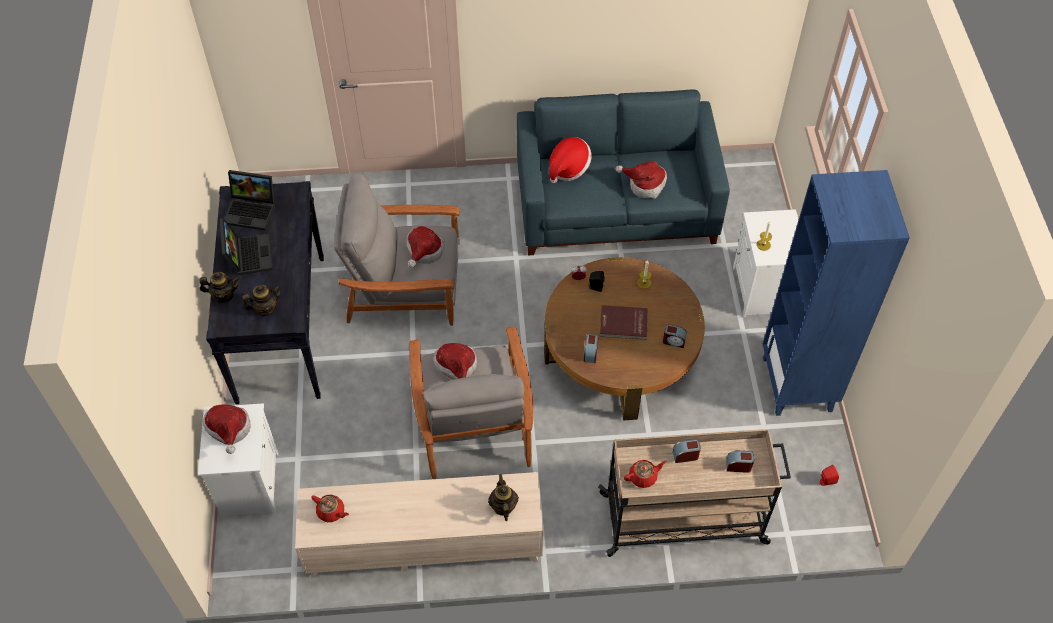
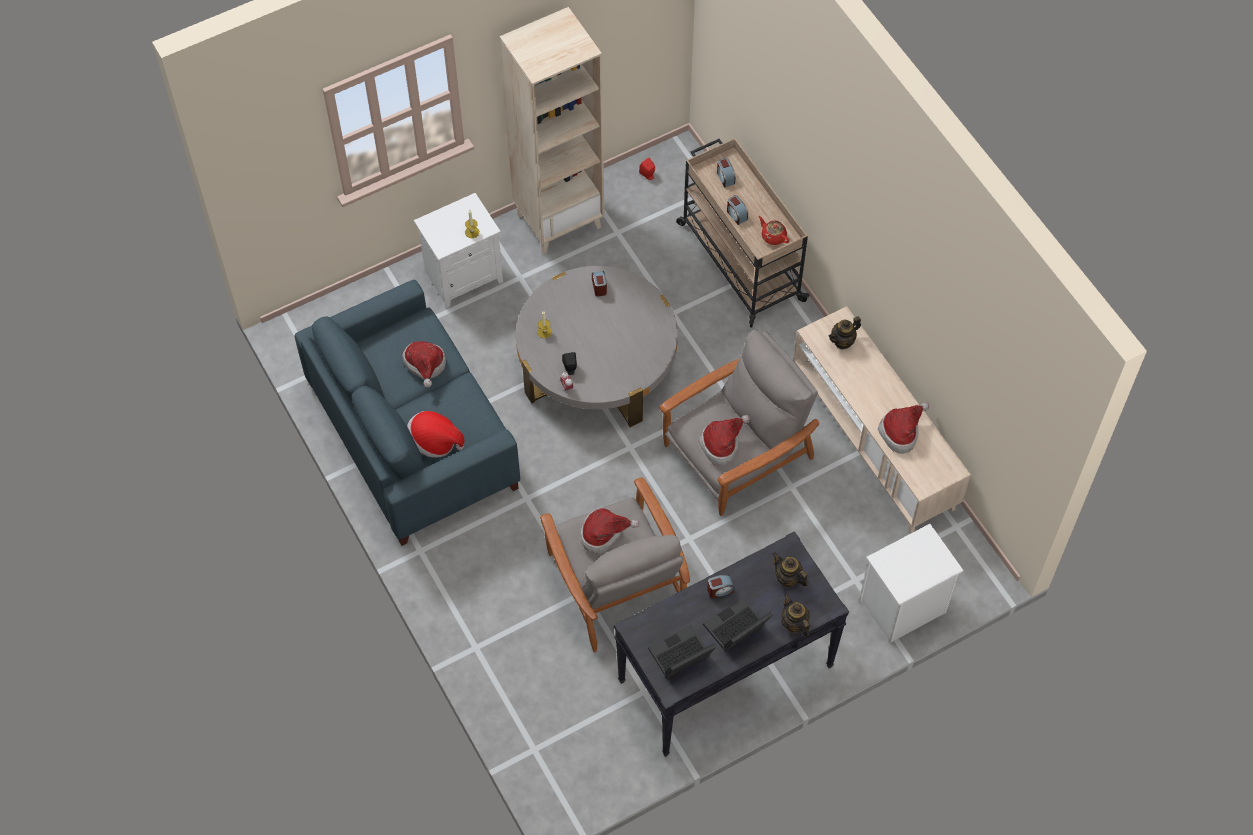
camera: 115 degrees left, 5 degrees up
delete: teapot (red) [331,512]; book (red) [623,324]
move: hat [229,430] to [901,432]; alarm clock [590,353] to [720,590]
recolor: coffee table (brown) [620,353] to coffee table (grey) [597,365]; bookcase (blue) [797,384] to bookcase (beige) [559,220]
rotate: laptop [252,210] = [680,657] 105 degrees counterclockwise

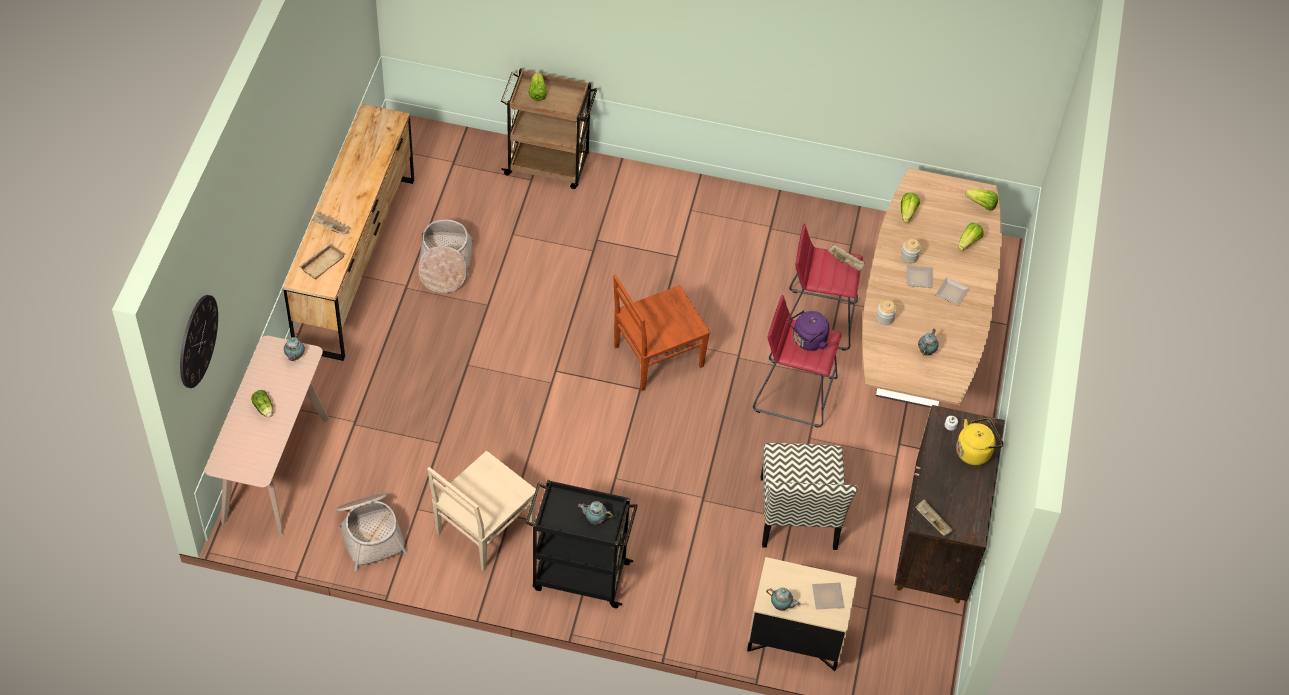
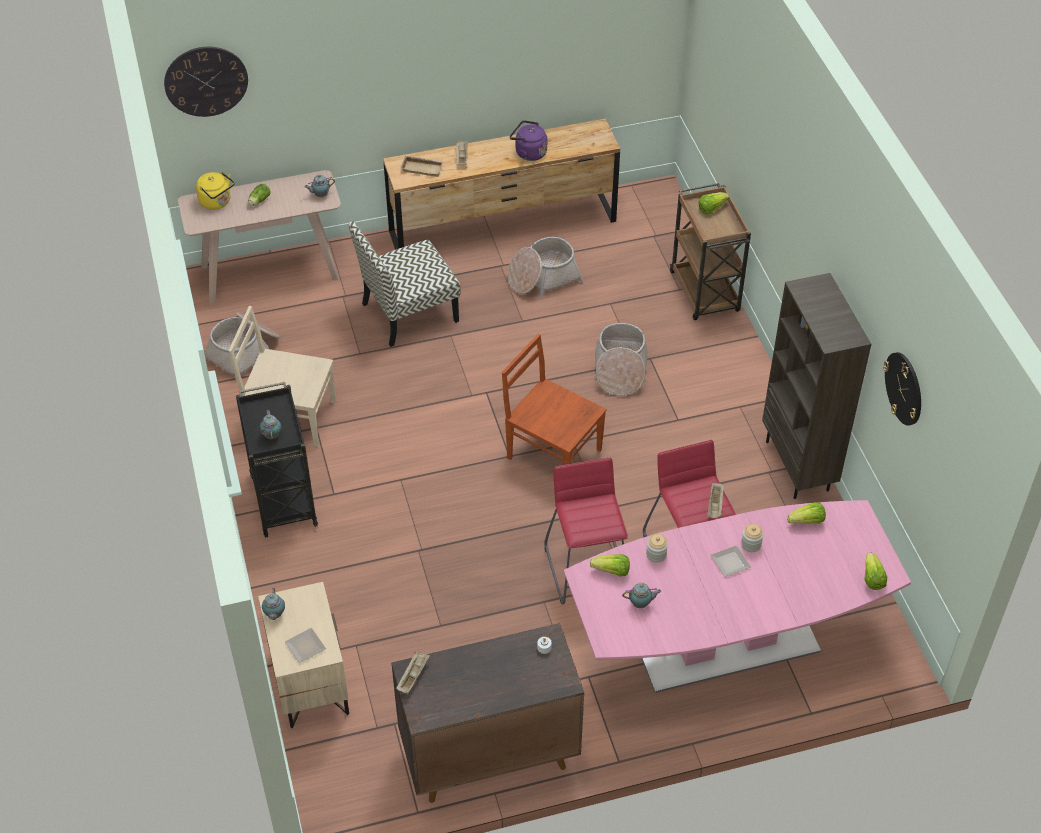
camera: 65 degrees right, 5 degrees down
delete: plate [953,292]
insert: basket [620,369]; bookcase (brown) [798,466]; wall clock [904,388]
move: chair [799,514] to [408,313]; kettle (purple) [807,341] to [528,153]; kettle (yellow) [975,451] to [217,202]; lettuce [968,242] to [612,571]
recolor: dining table (brown) [917,342] to dining table (pink) [725,643]

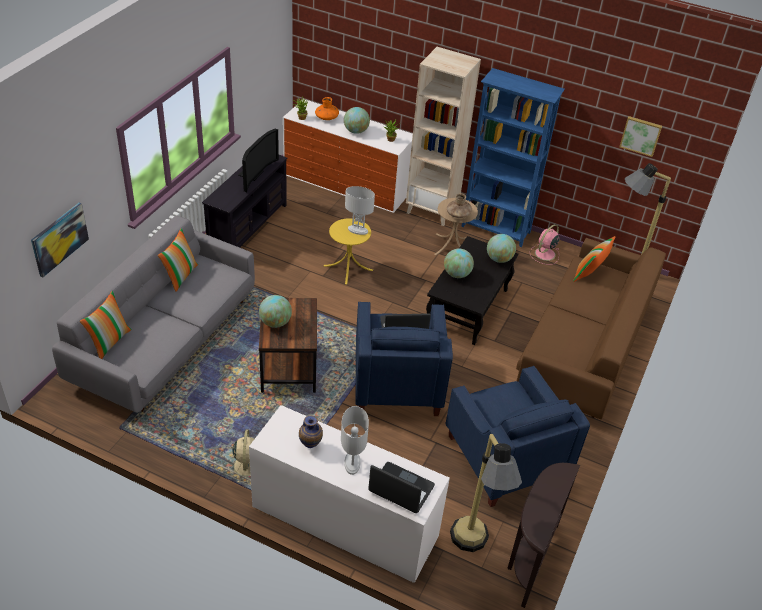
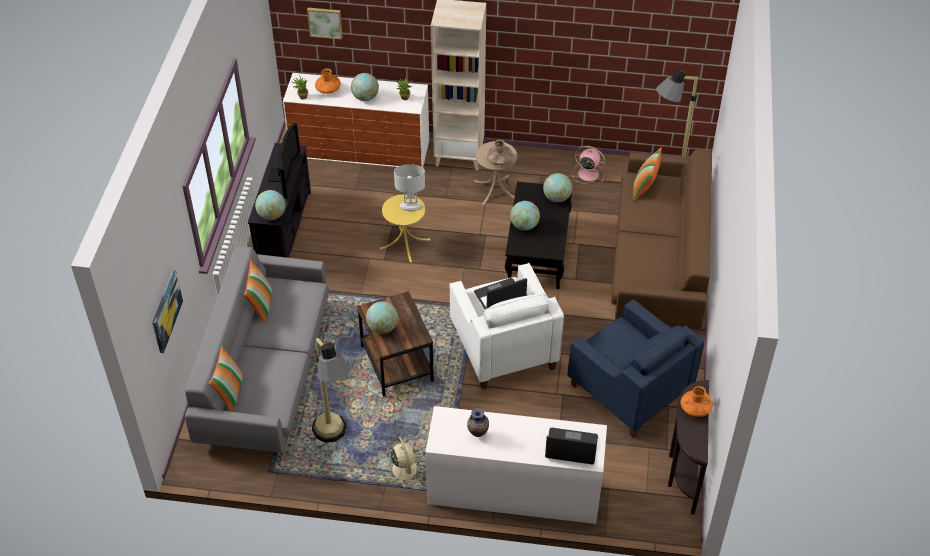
camera: 15 degrees left, 5 degrees up
delete: table lamp (white) [352,462]; bookcase (blue) [496,230]
insert: globe [272,215]; vase (orange) [695,408]
move: floor lamp [472,551] to [335,440]; picture [641,135] to [325,22]
recolor: armchair (blue) [396,382] to armchair (white) [503,348]
rotate: fan (pink) [544,254] = [587,173] 90 degrees clockwise

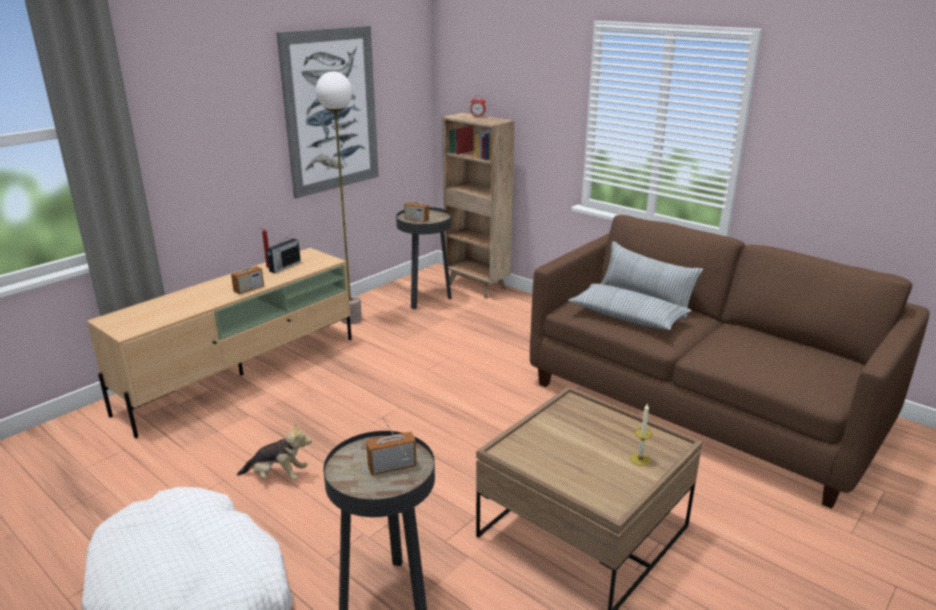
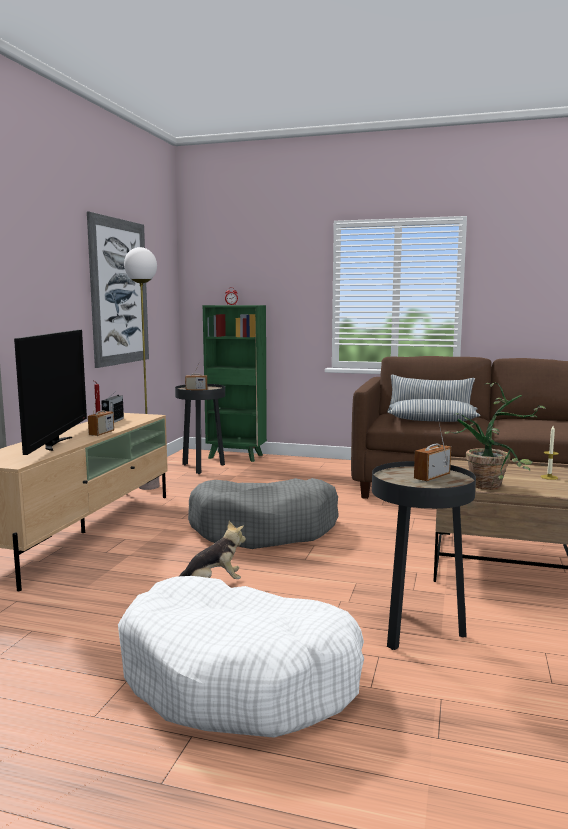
camera: 25 degrees left, 15 degrees down
insert: television [56,443]; dog bed (grey) [264,529]; potted plant [494,486]
recolor: bookcase (brown) [477,287] to bookcase (green) [236,457]

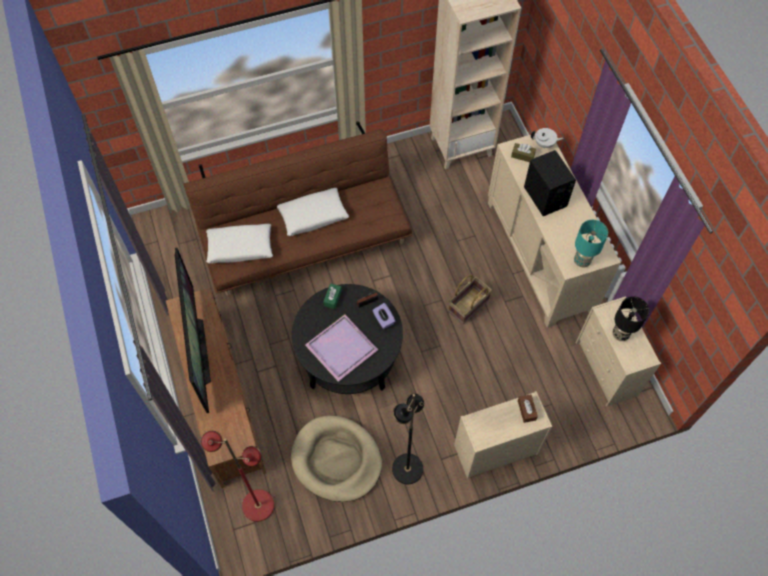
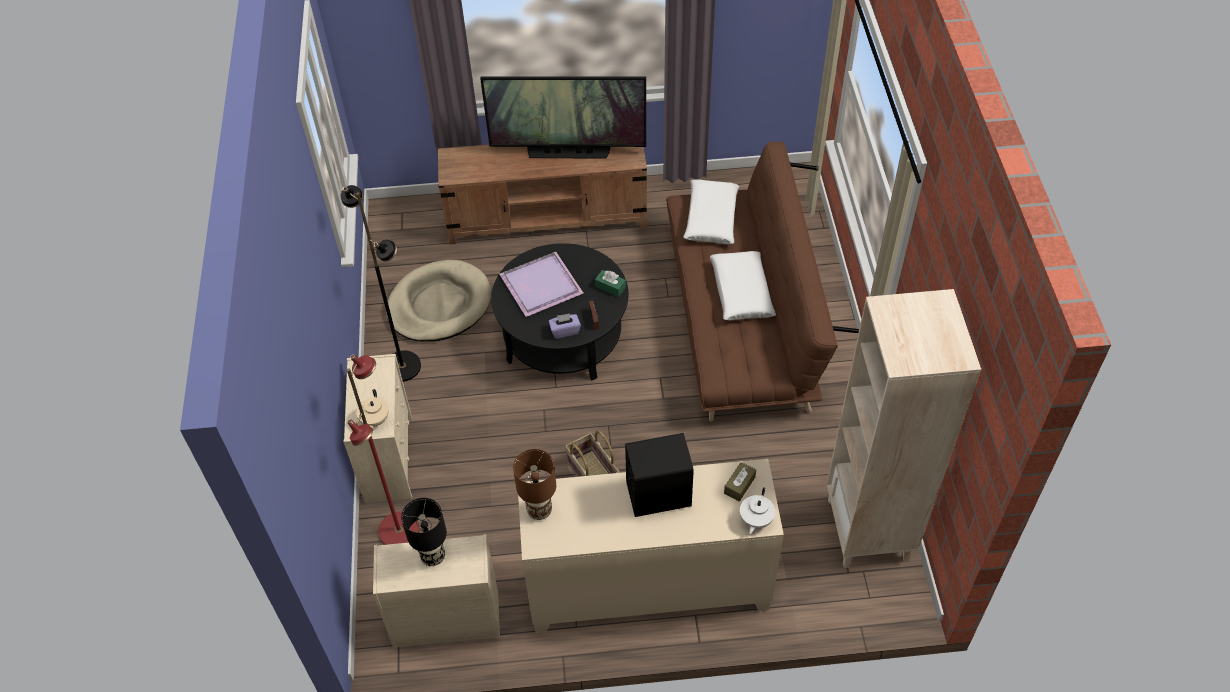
camera: 105 degrees right, 10 degrees down
move: floor lamp (red) [258,505] to [400,530]
replace: tissue box (brown) [526,410] to teapot (beige) [374,420]
recolor: table lamp (turquoise) [581,260] to table lamp (brown) [540,510]

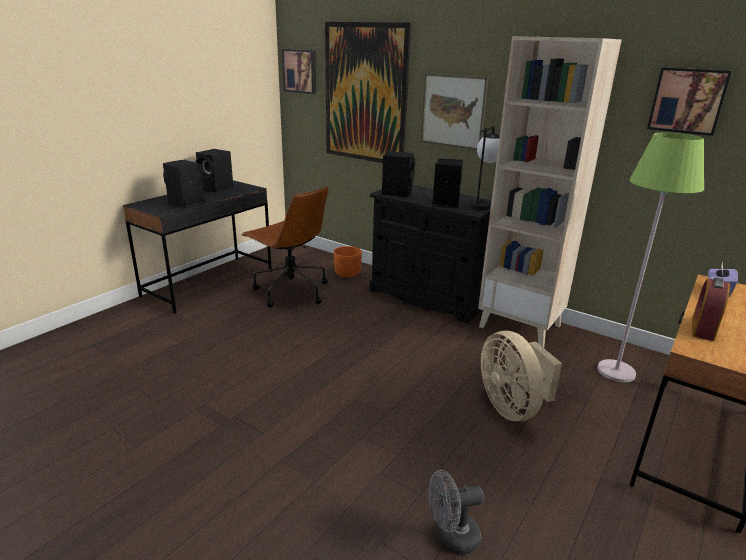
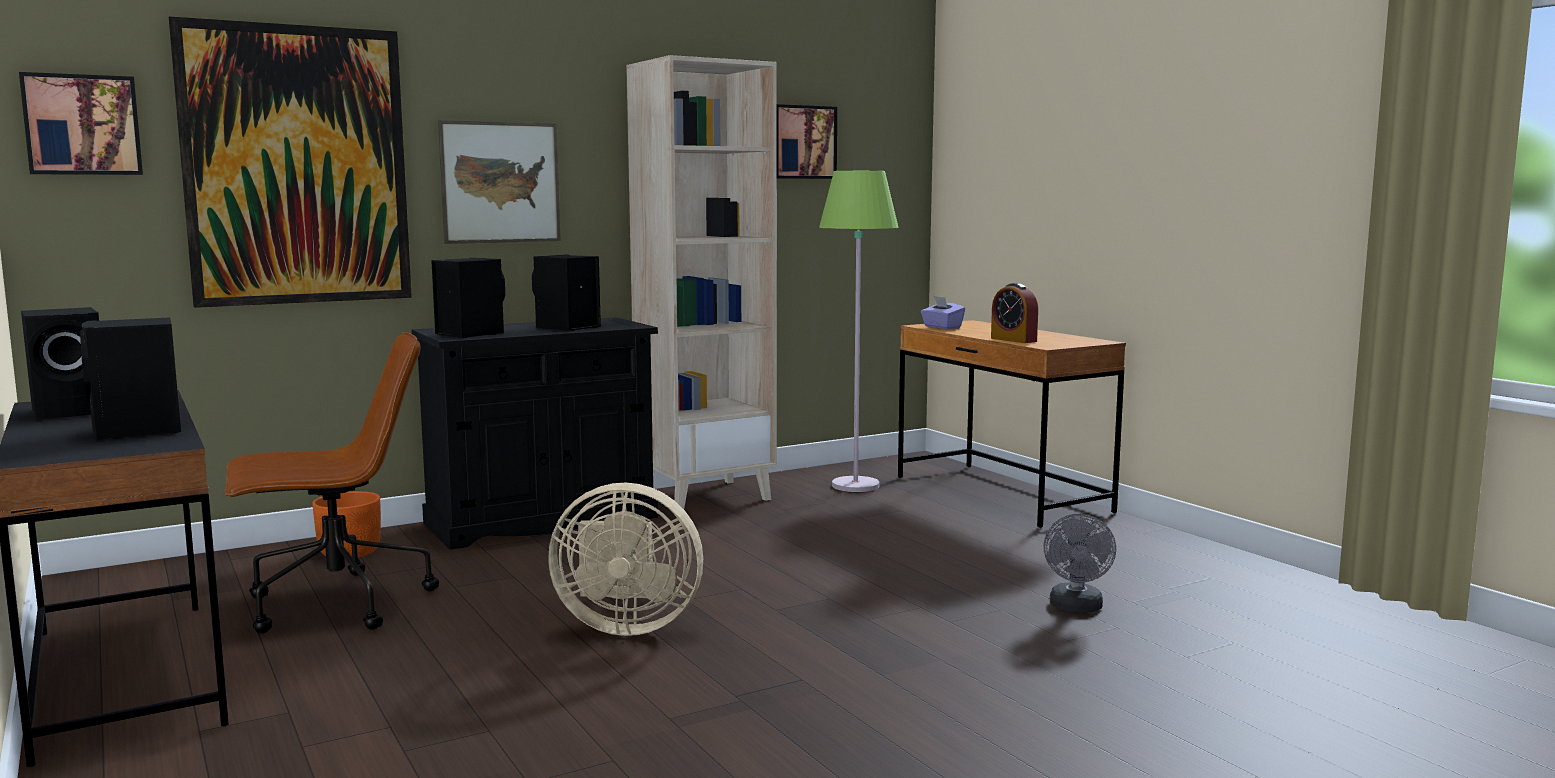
camera: 65 degrees left, 15 degrees down
delete: table lamp [482,204]
move: fan (beige) [512,407] to [626,625]

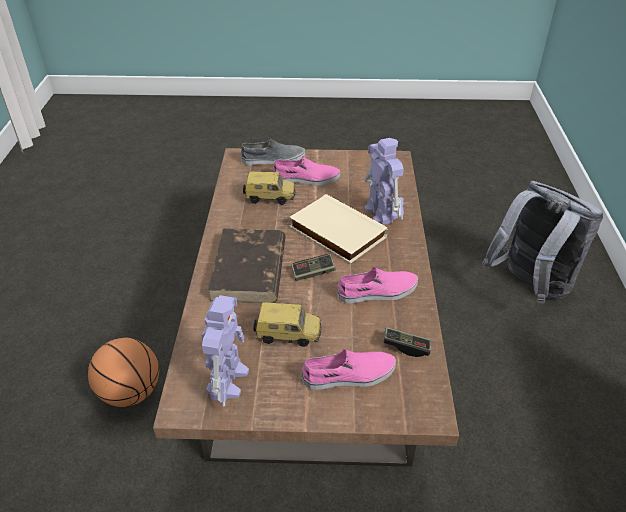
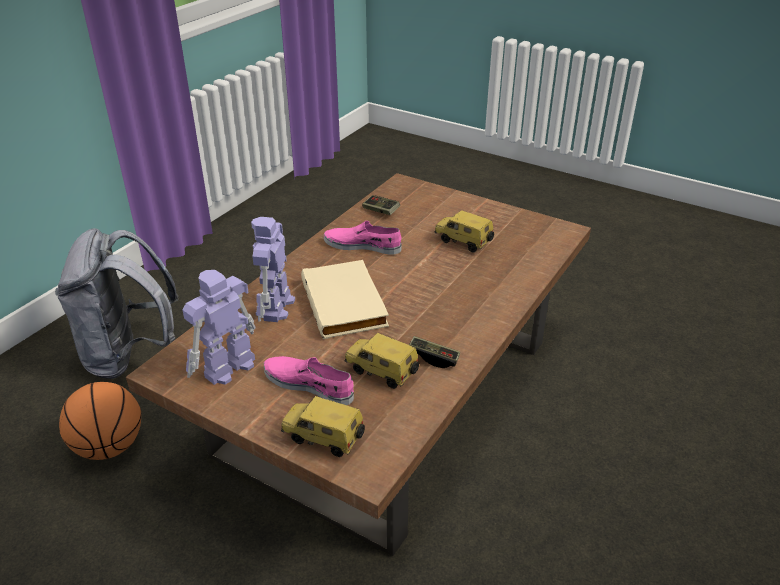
camera: 150 degrees left, 5 degrees down
delete: book (brown) [249,270]; shoe (pink) [349,375]
move: basketball [130,392] to [109,447]; toy robot [228,379] to [227,368]; game controller [313,273] to [433,358]
replace: shoe (grey) [273,159] to toy car [322,439]

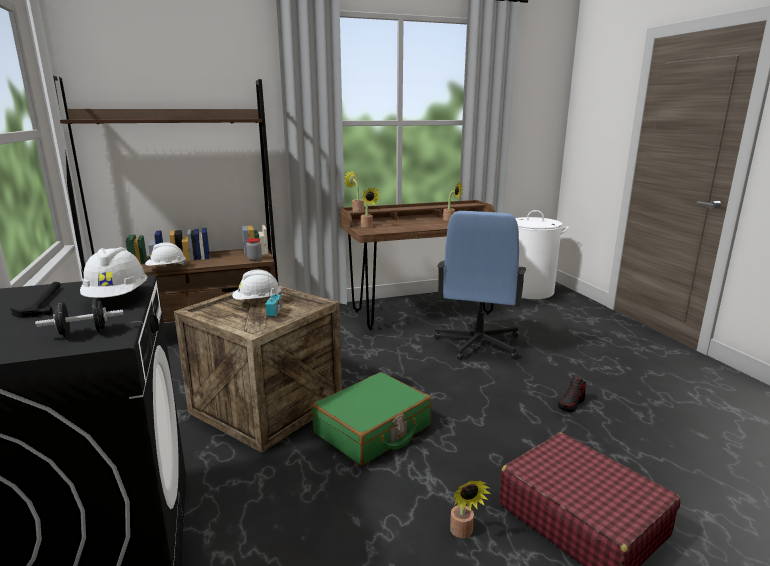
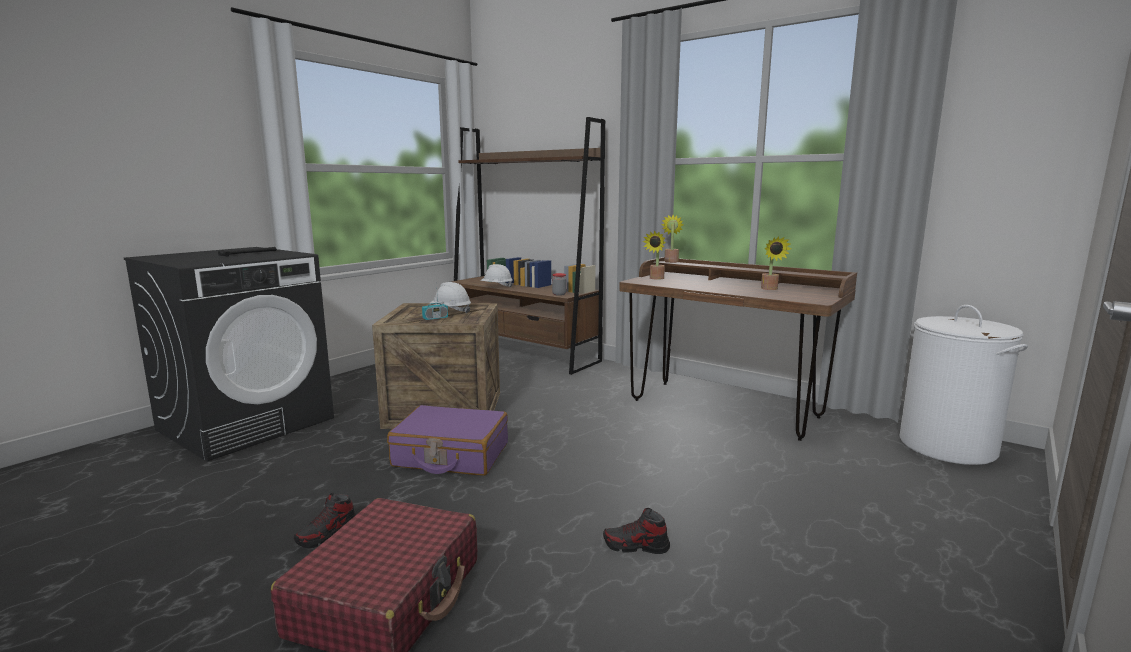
camera: 55 degrees right, 5 degrees down
delete: dumbbell (black) [84,333]; hard hat (white) [117,298]; office chair (blue) [477,344]
replace: potted plant [463,533] to shoe [327,535]
recolor: suitcase (green) [373,430] to suitcase (purple) [451,455]

